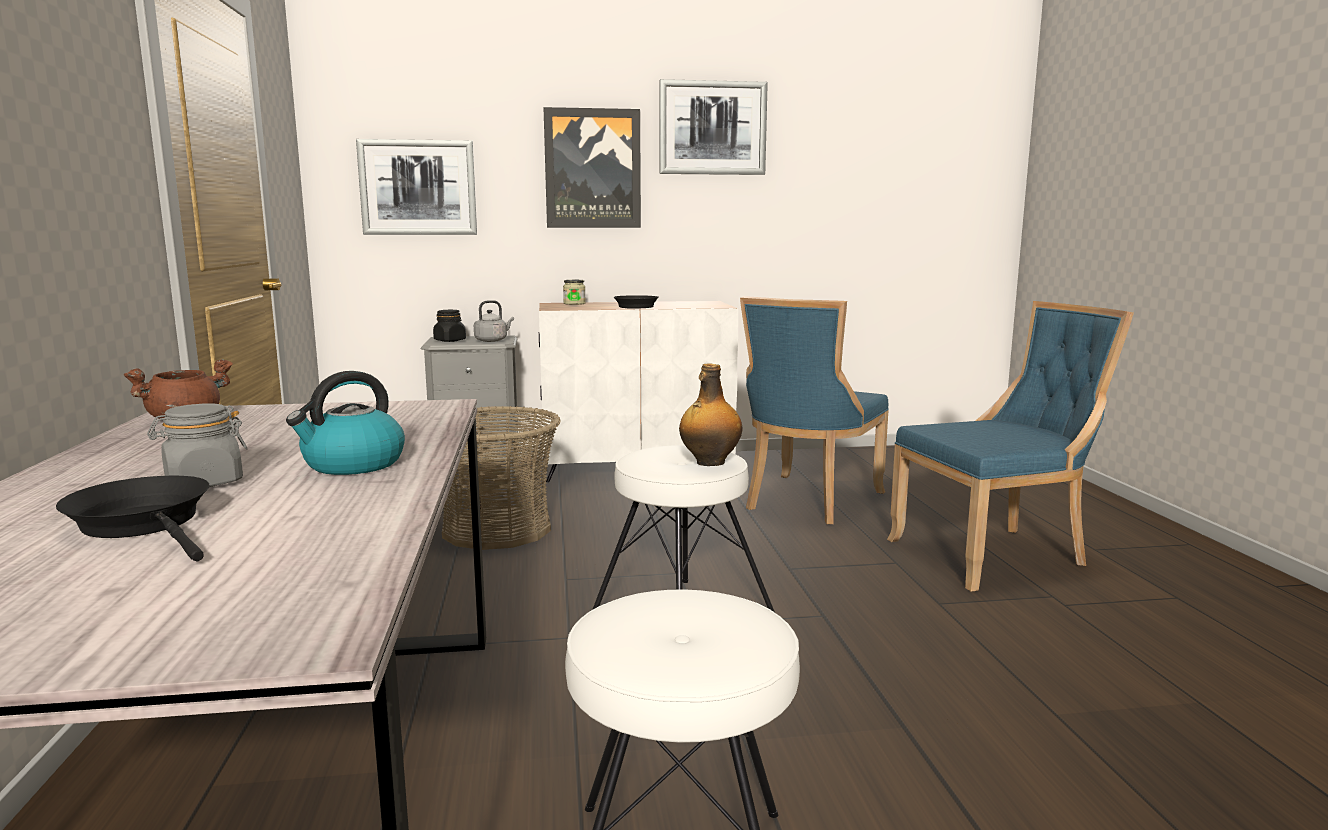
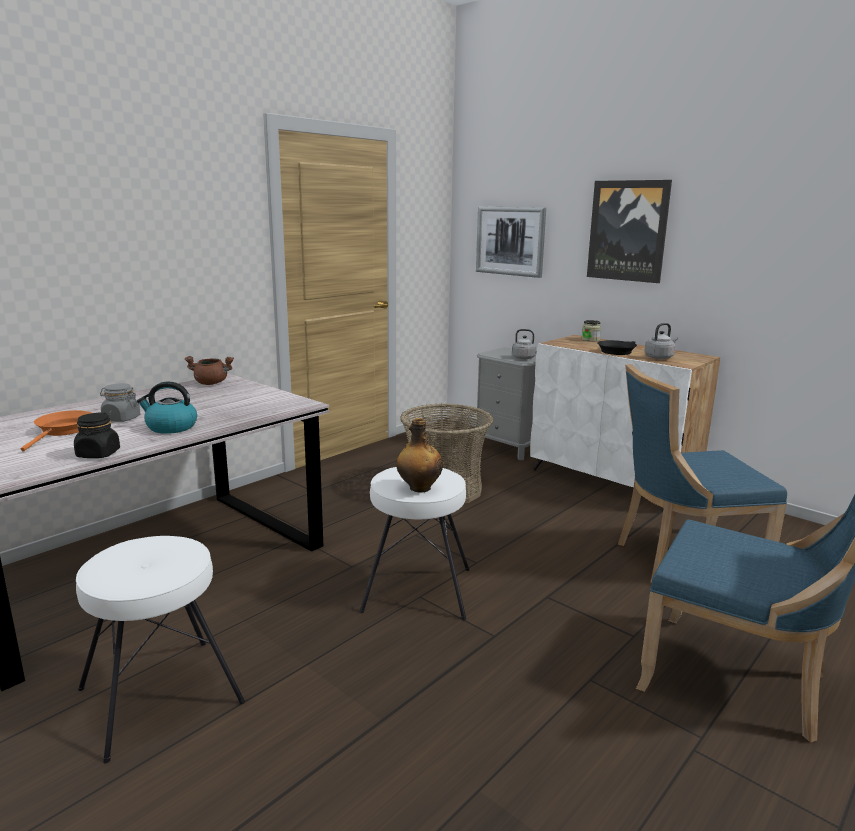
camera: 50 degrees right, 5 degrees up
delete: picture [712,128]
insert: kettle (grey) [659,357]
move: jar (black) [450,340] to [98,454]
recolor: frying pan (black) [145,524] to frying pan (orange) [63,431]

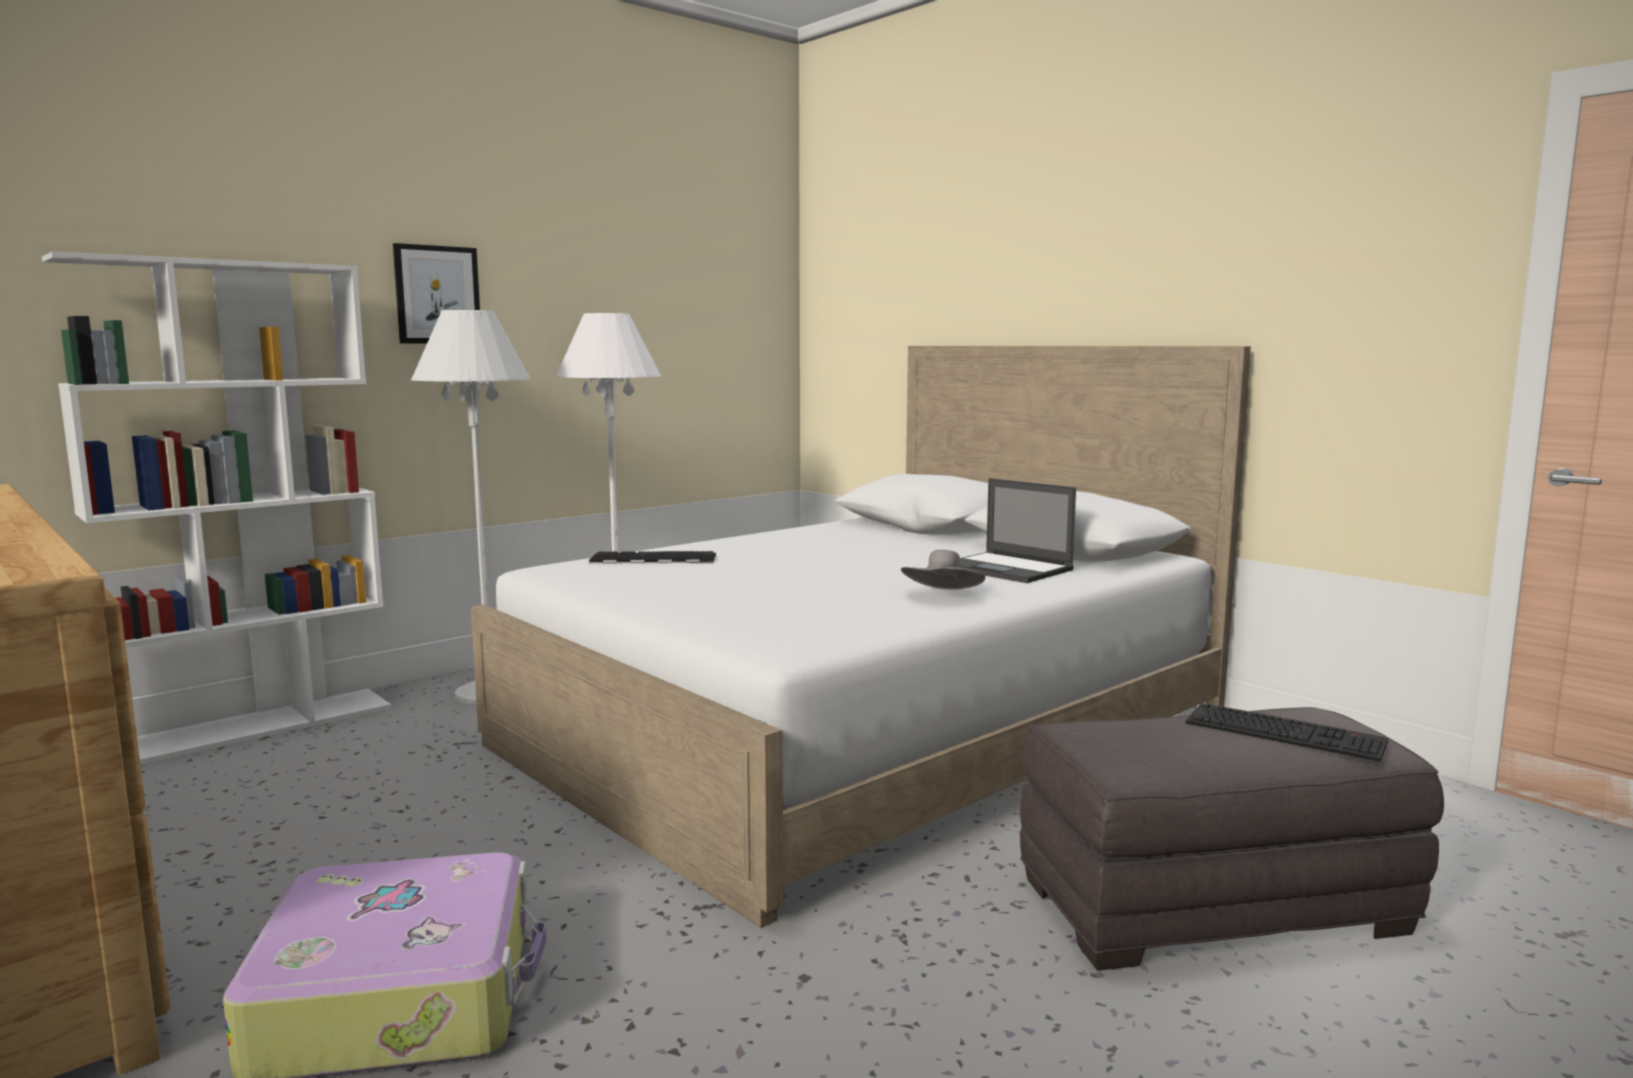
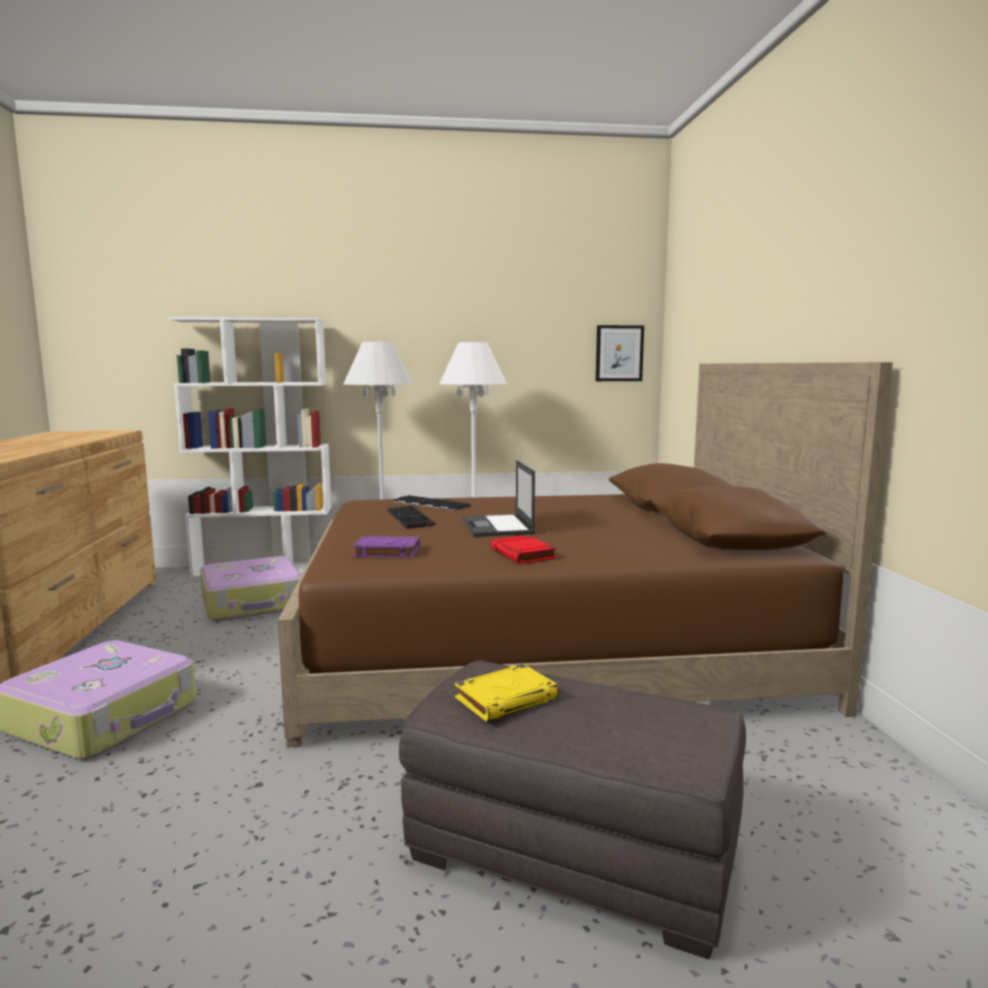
camera: 35 degrees right, 0 degrees up
insert: suitcase [253,603]; book (purple) [386,552]; book (yellow) [507,698]
move: picture [437,295] to [619,353]; laptop [1008,569] to [497,526]; keyboard [1287,732] to [411,518]
replace: hat (grey) [943,597] to book (red) [523,554]
recolor: bed (white) [864,731] to bed (brown) [545,648]

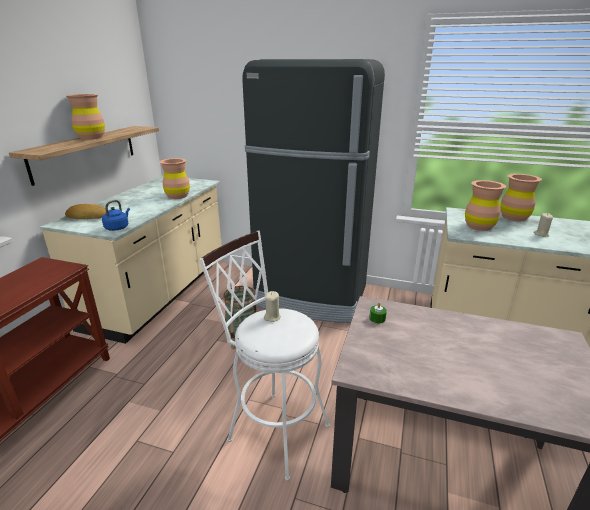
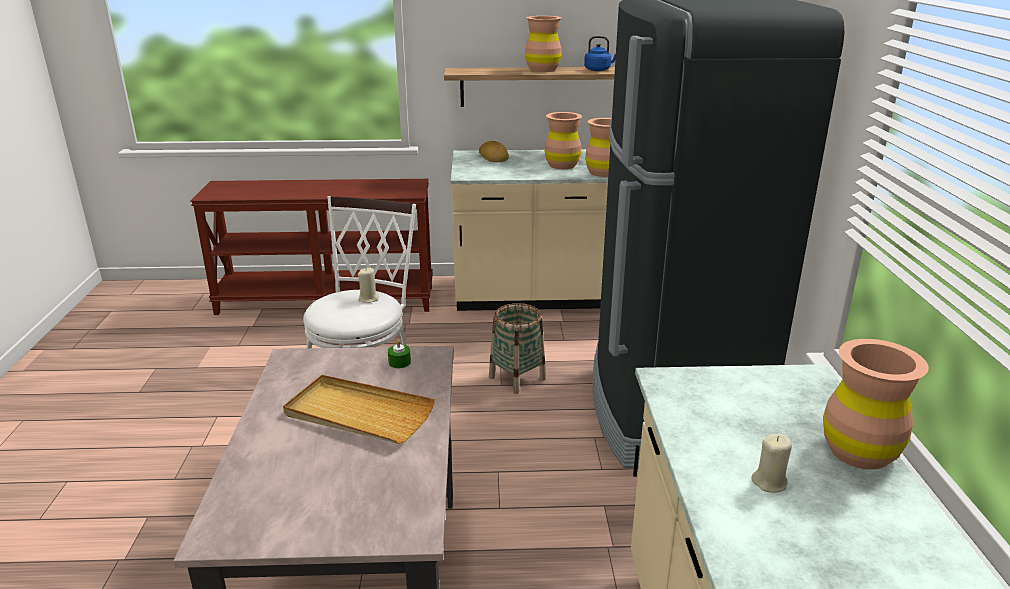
camera: 70 degrees right, 0 degrees up
insert: tray (beige) [358,414]
move: kettle (blue) [118,227] to [599,70]; vase (brown) [479,226] to [562,165]

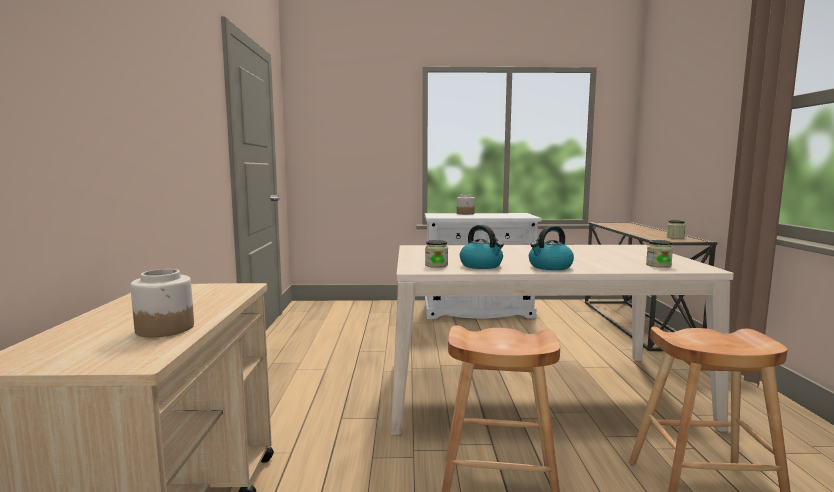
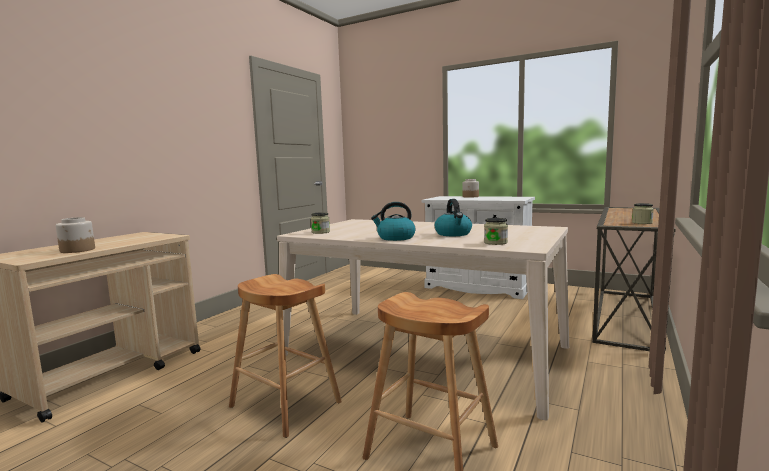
camera: 30 degrees right, 0 degrees up
move: kettle [482,265] to [453,234]

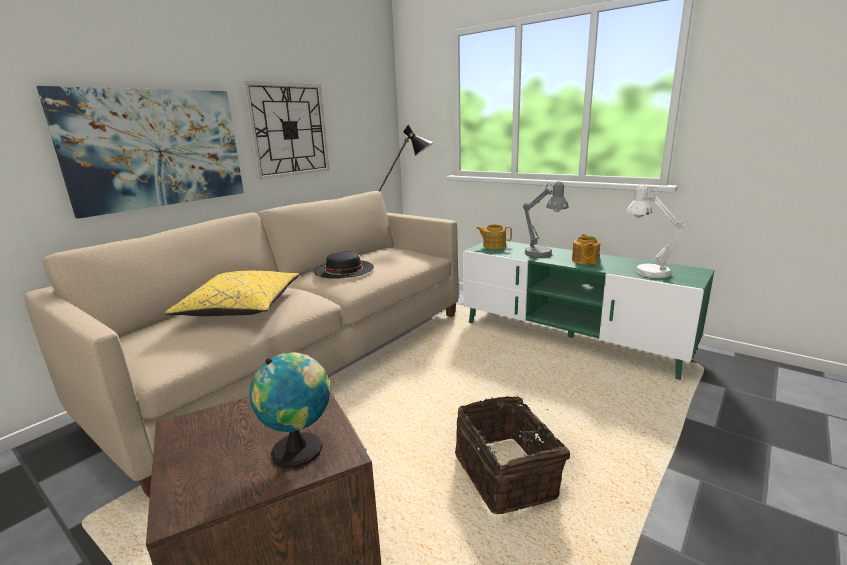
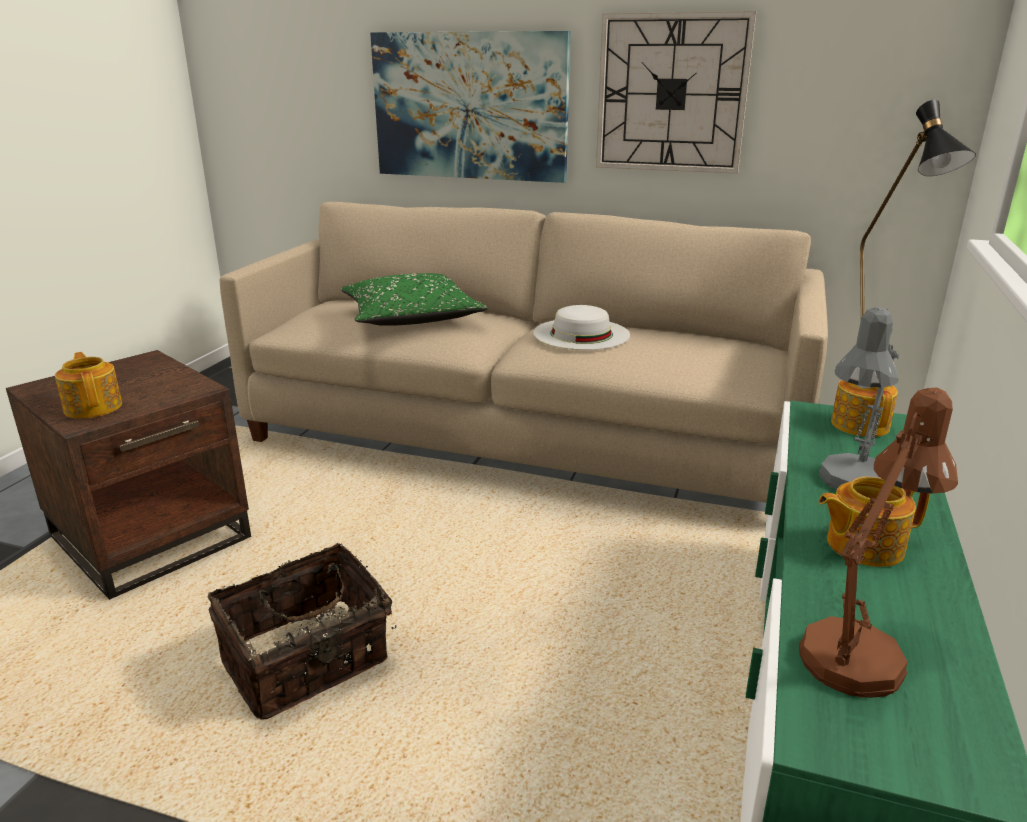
camera: 70 degrees right, 5 degrees up
replace: globe [301,449] to teapot [94,407]
recolor: pillow (yellow) [241,308] to pillow (green) [411,318]; hat (black) [344,269] to hat (white) [581,334]; table lamp (white) [646,271] to table lamp (brown) [859,650]

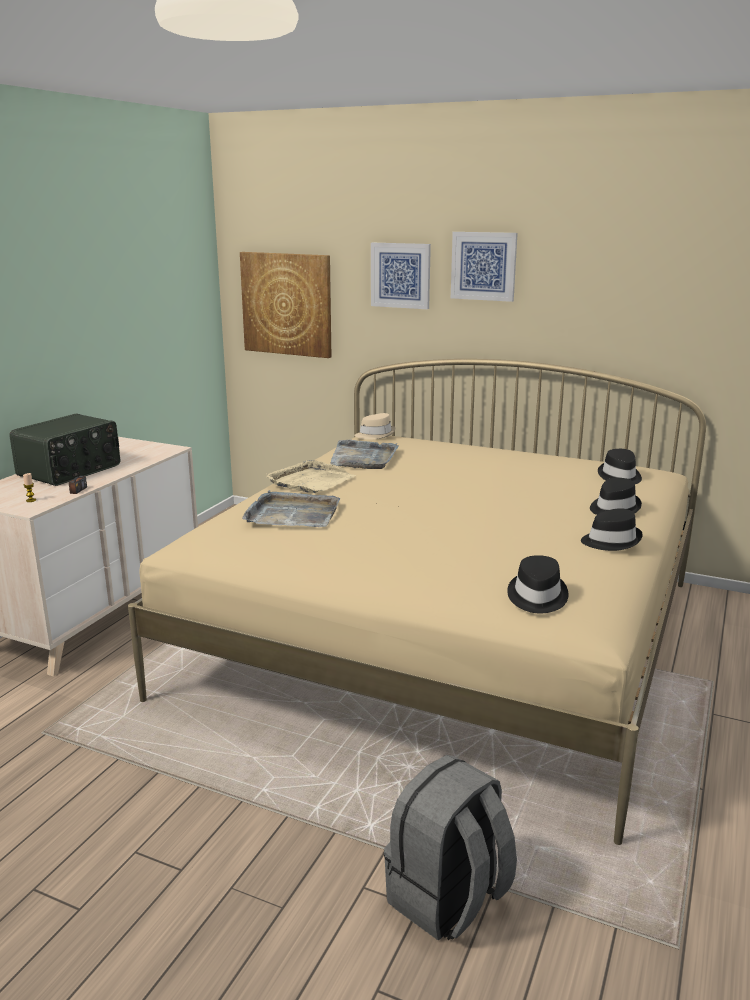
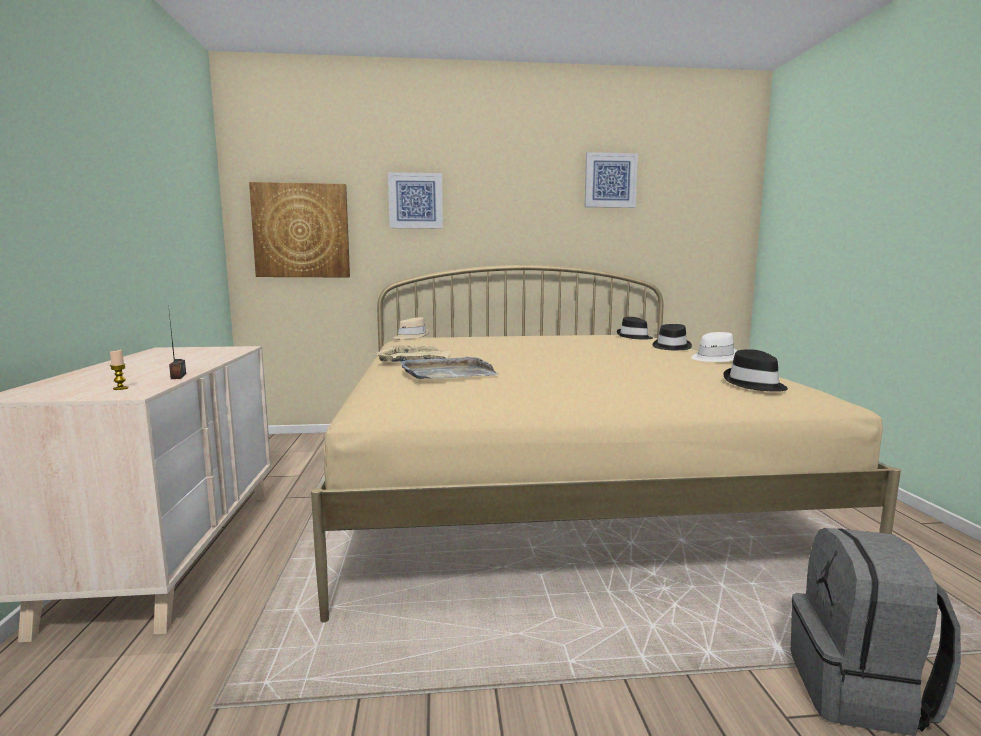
camera: 30 degrees left, 10 degrees down
delete: radio [70,470]; tray (grey) [363,458]
move: picture [483,266] to [610,180]
recolor: hat (black) [610,540] to hat (white) [713,358]

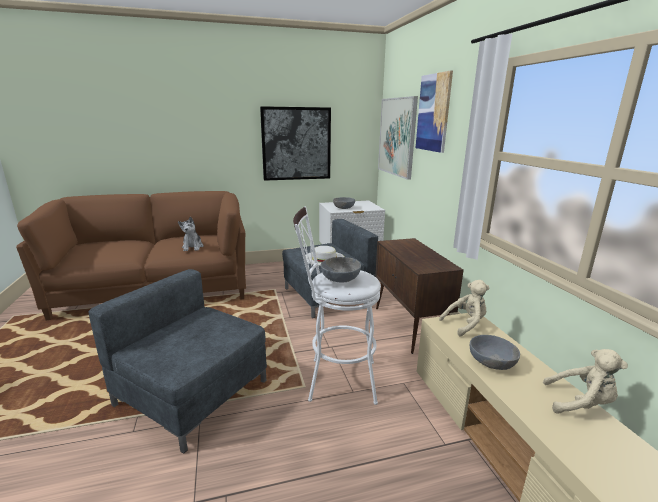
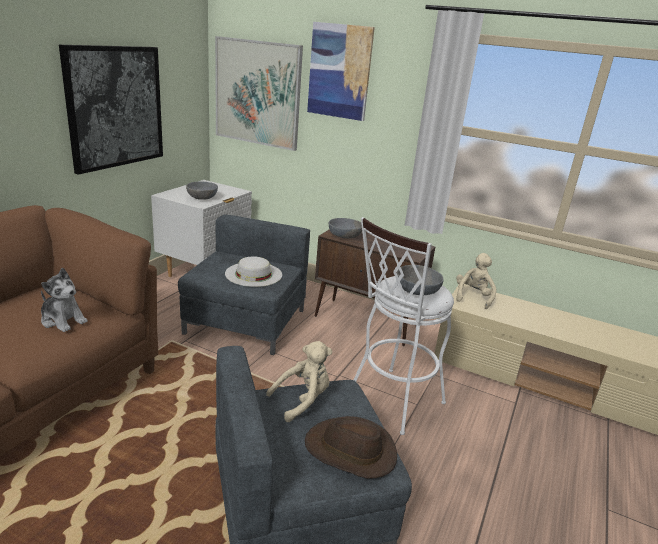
camera: 50 degrees left, 5 degrees up
insert: hat (brown) [350,451]
move: bowl (grey) [491,362] to [344,236]; plush toy (beige) [580,403] to [302,400]

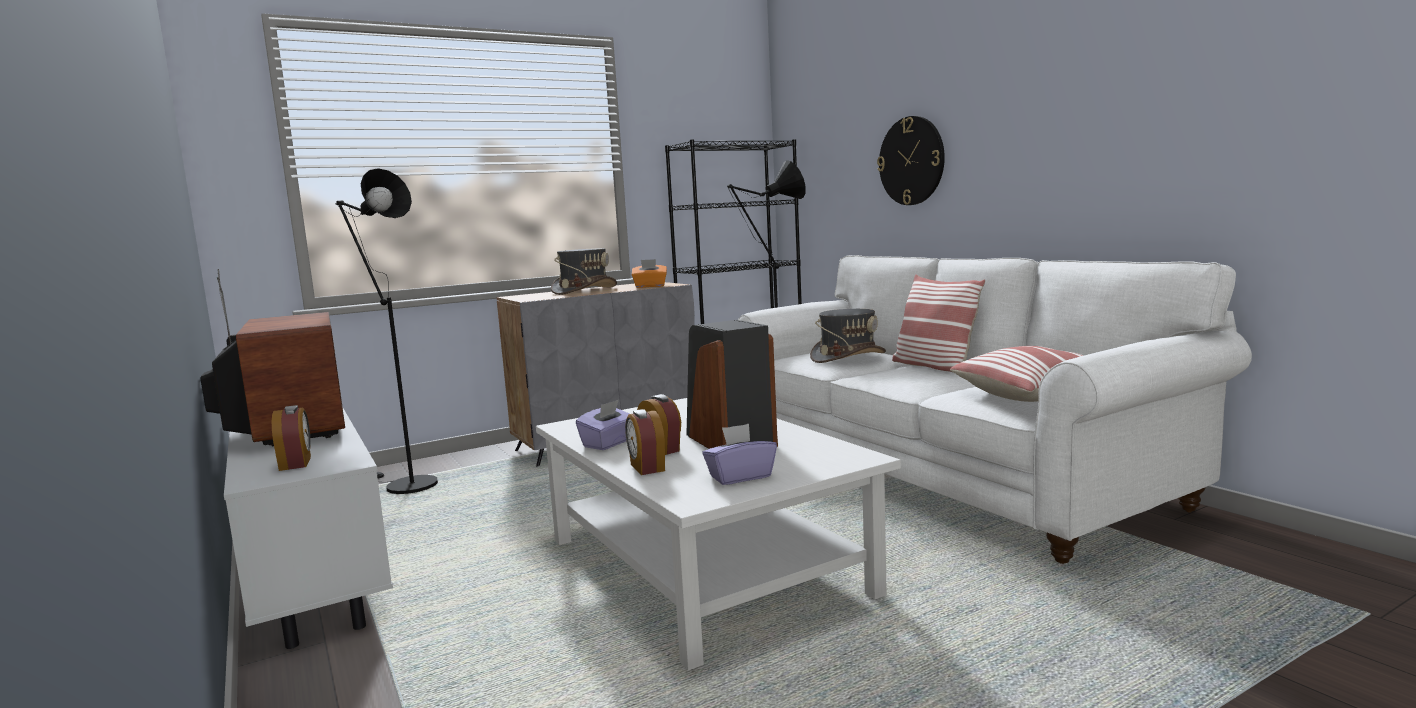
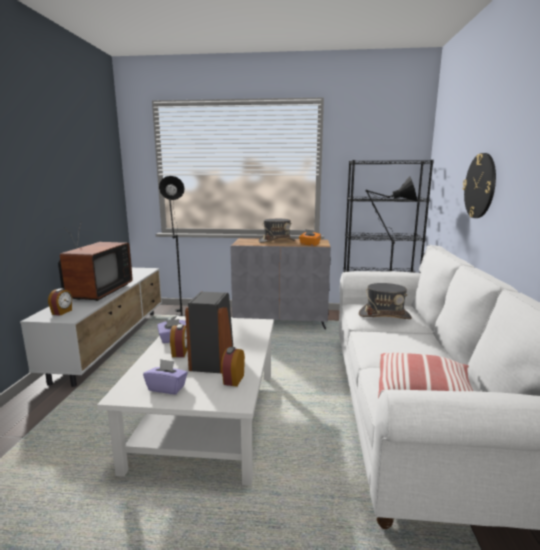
camera: 35 degrees right, 5 degrees up
delete: pillow [933,366]
move: alarm clock [646,468] to [233,380]

